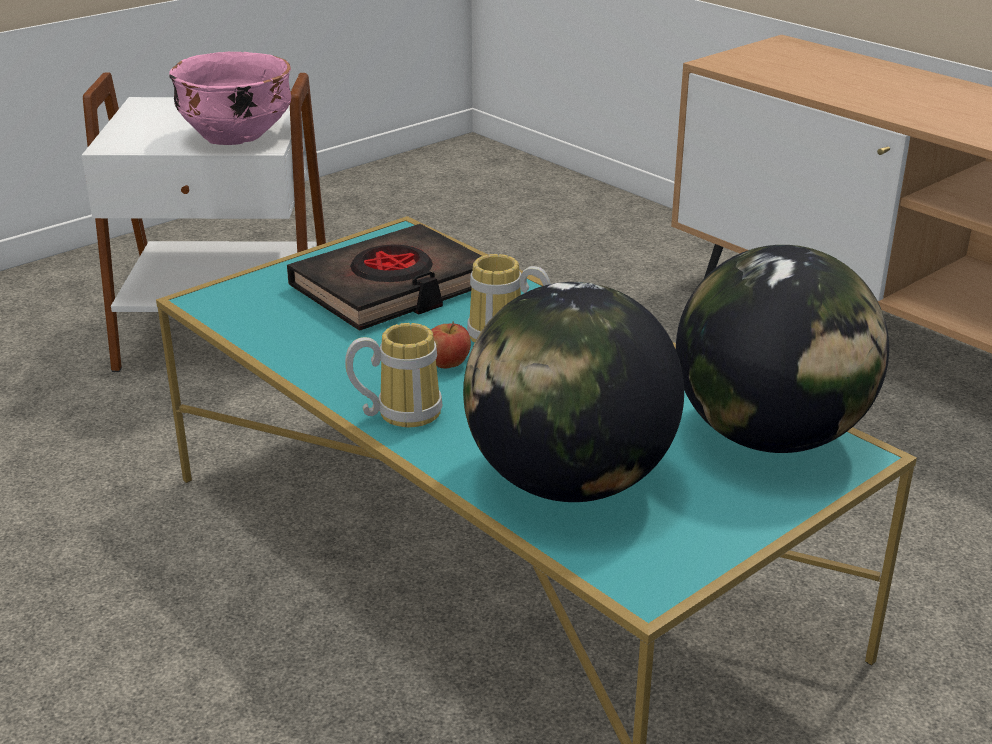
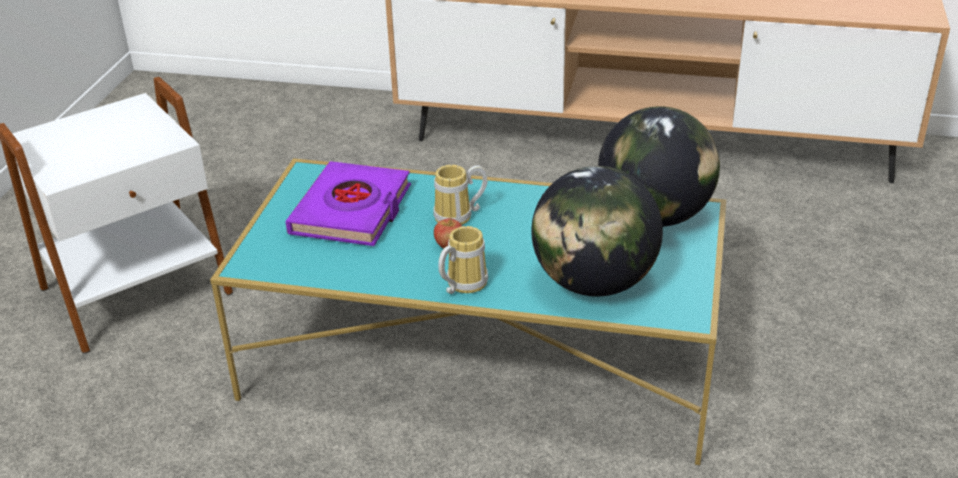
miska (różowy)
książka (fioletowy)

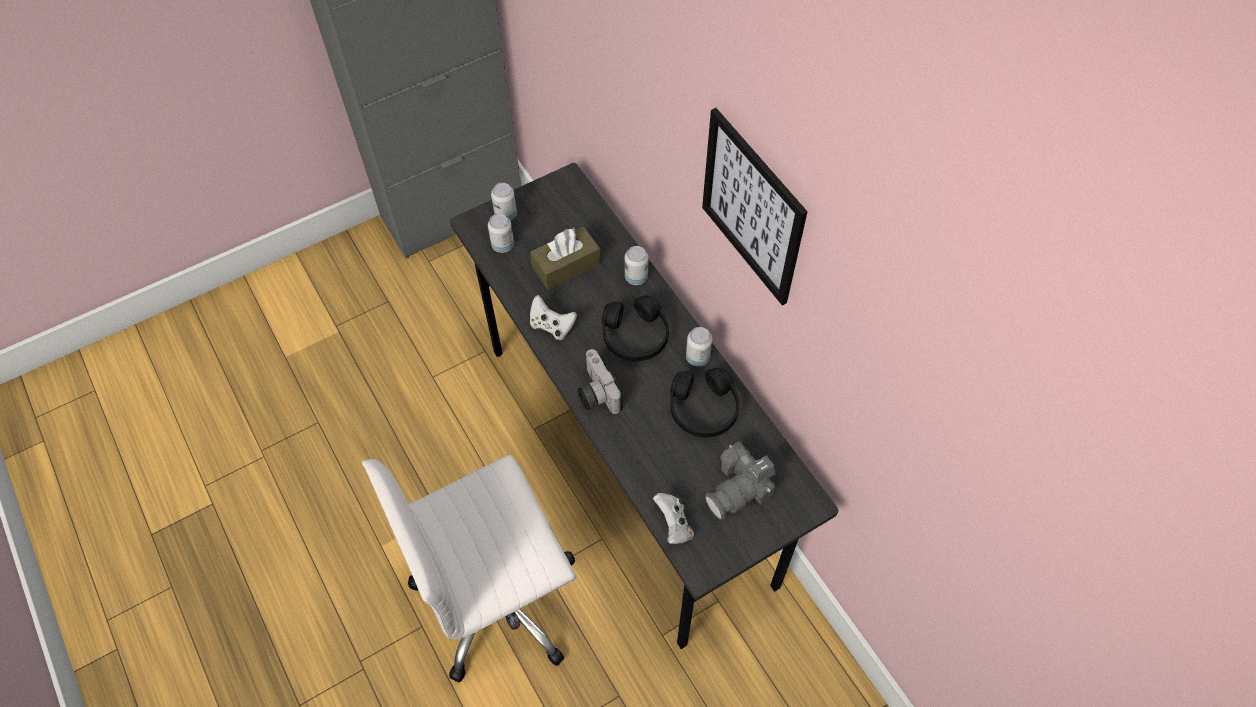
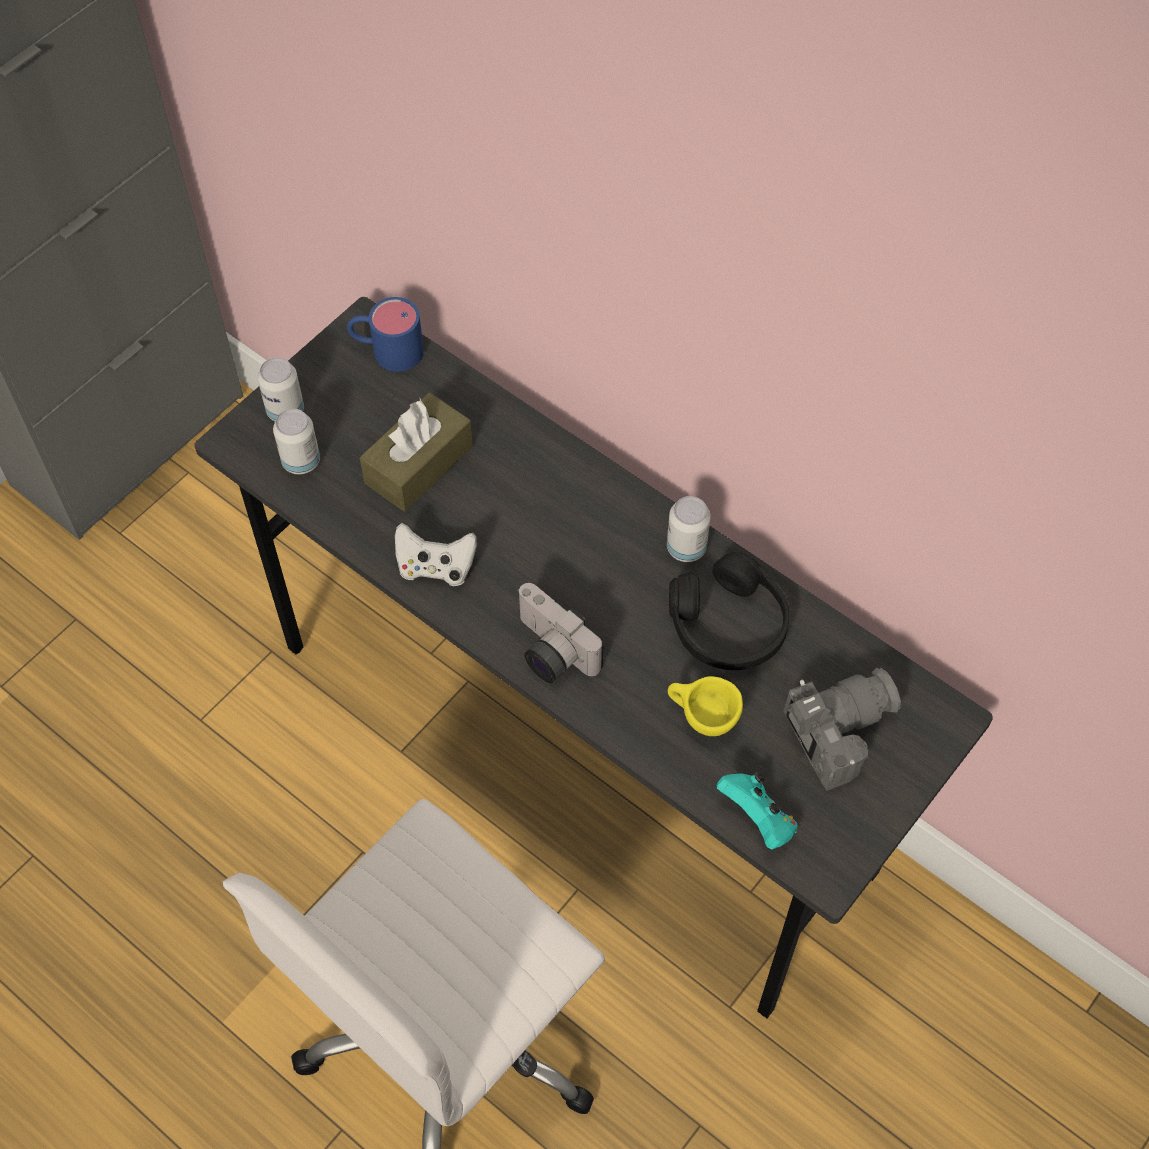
słuchawki (czarny) (no. 1 from left in the first image)
puszka (no. 3 from left in the first image)
obraz
kubek (niebieski)
filiżanka (żółty)
pad do gier (turkusowy)
aparat fotograficzny (no. 2 from left)

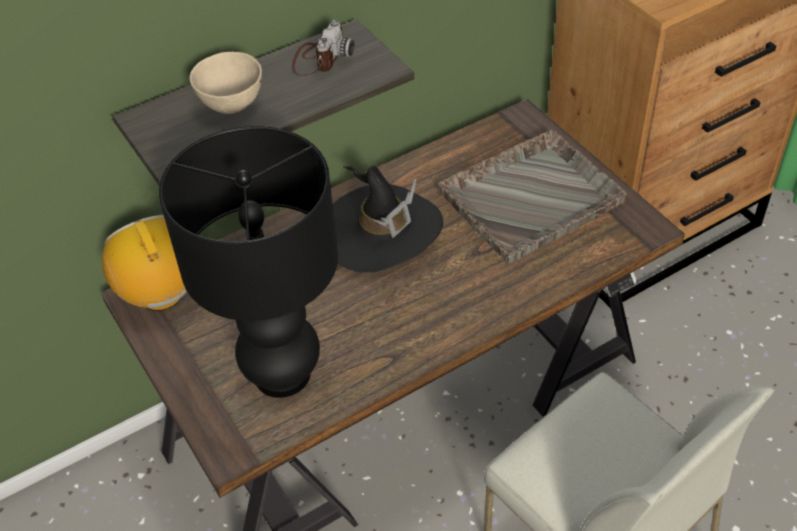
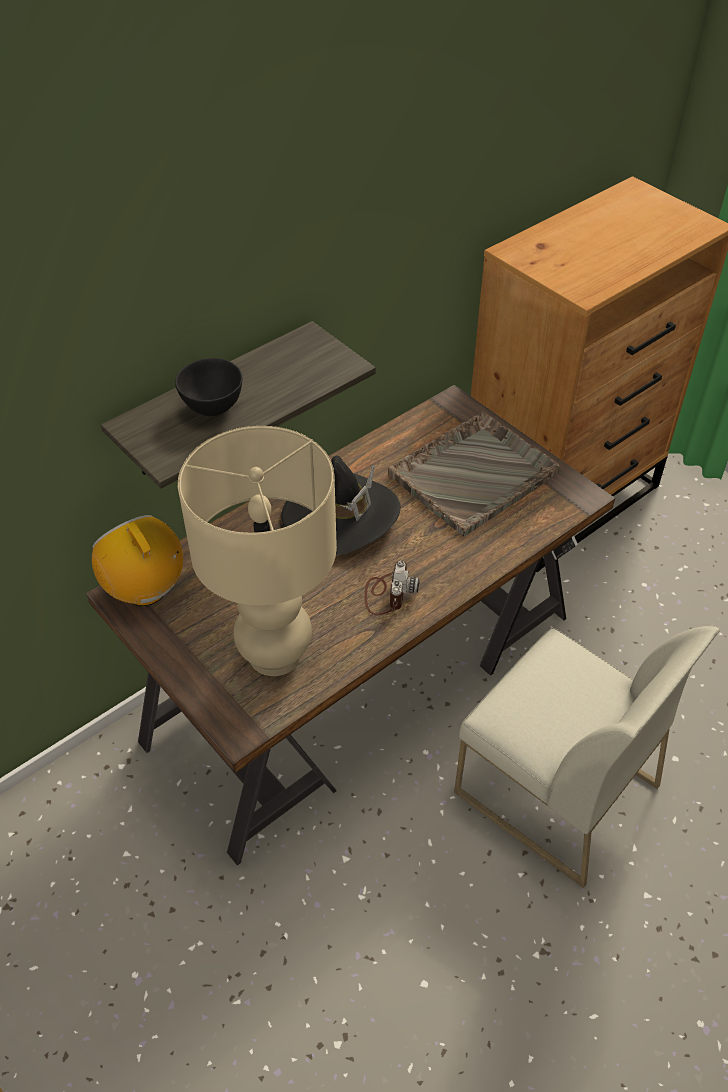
aparat fotograficzny
lampa stołowa (beżowy)
miska (czarny)

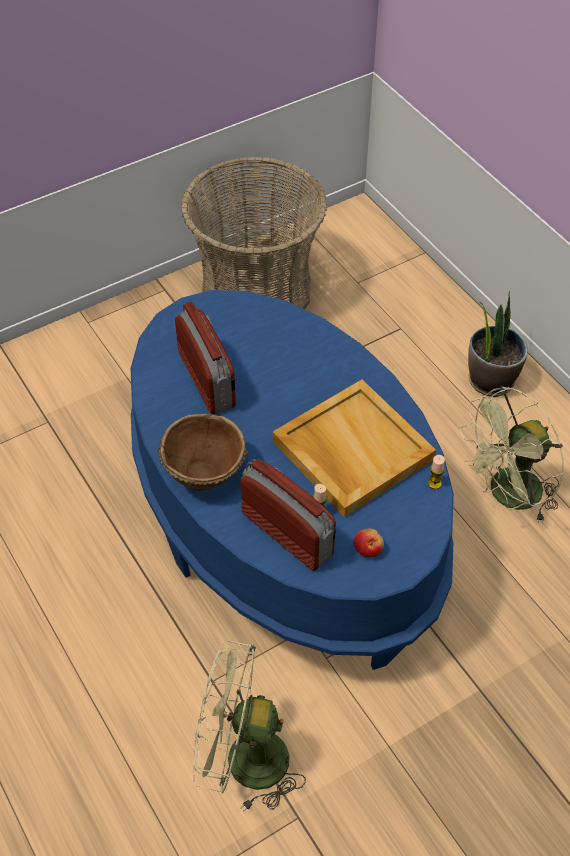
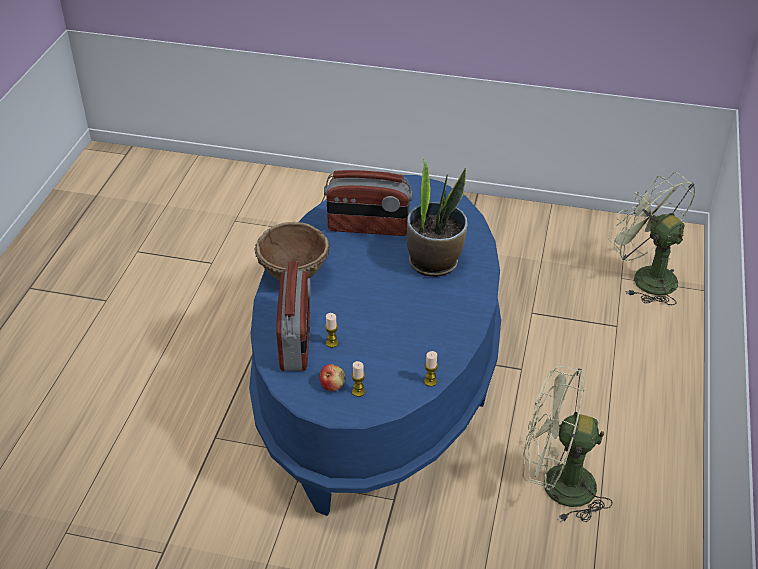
koszyk
taca (beżowy)
świeca (no. 2 from left)
wentylator (zielony) (no. 2 from left)
roślina doniczkowa
radio (no. 2 from left)

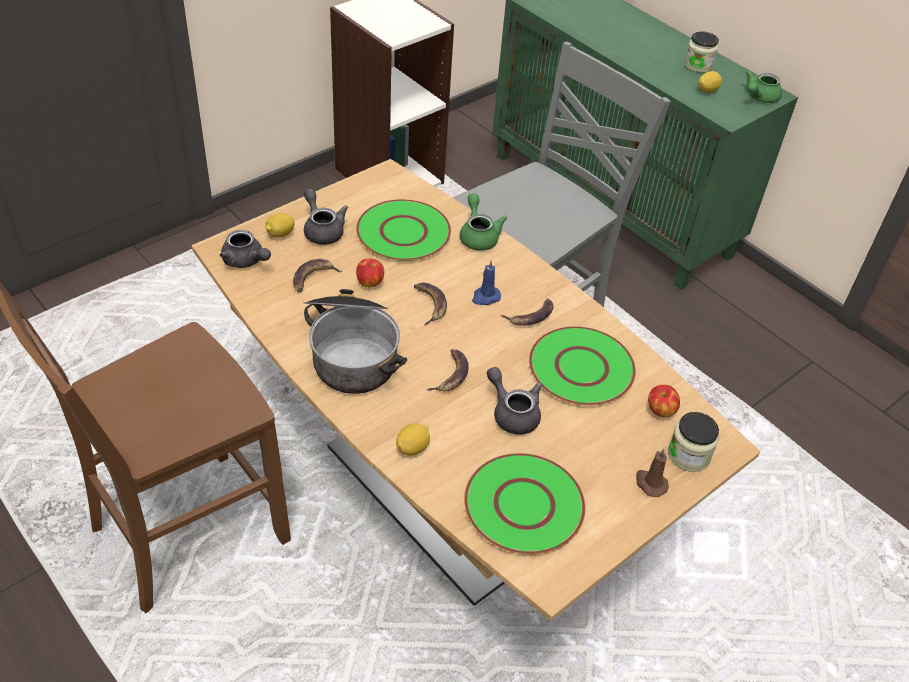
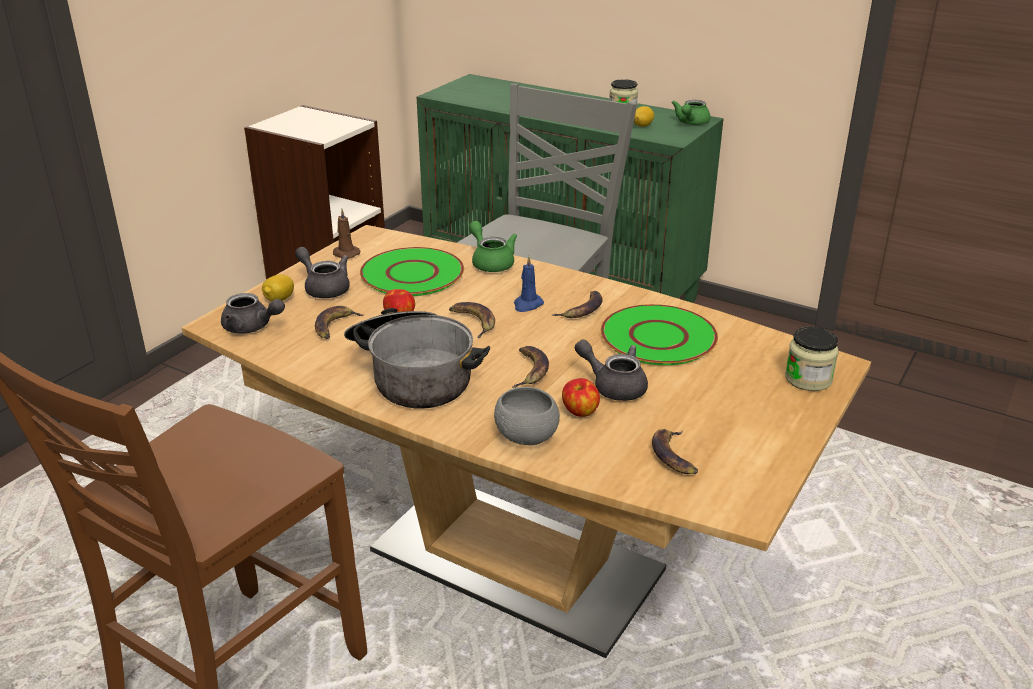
świeca (brązowy)
jabłko (no. 2 from left)
miska (szary)
banan (no. 5 from left)

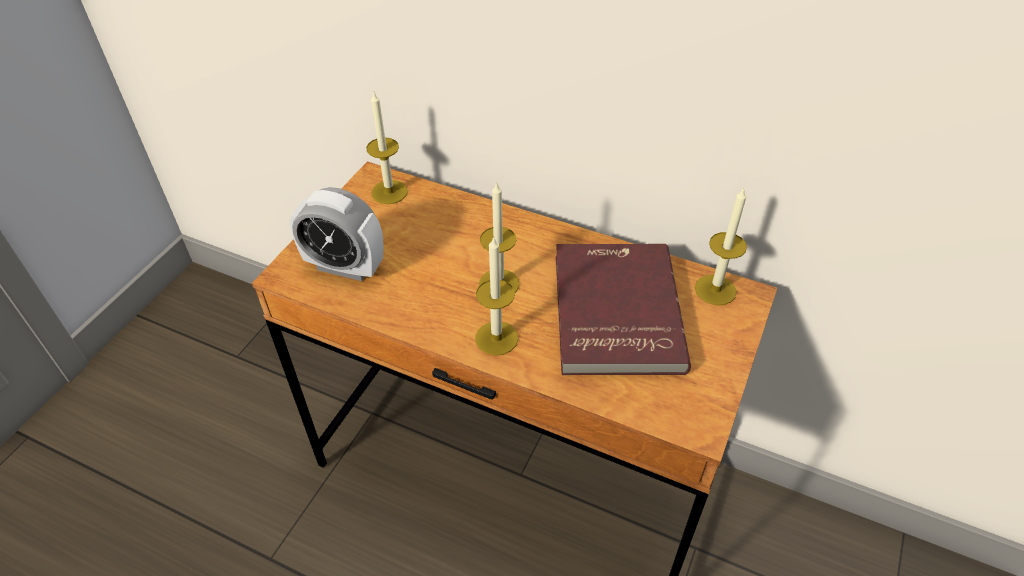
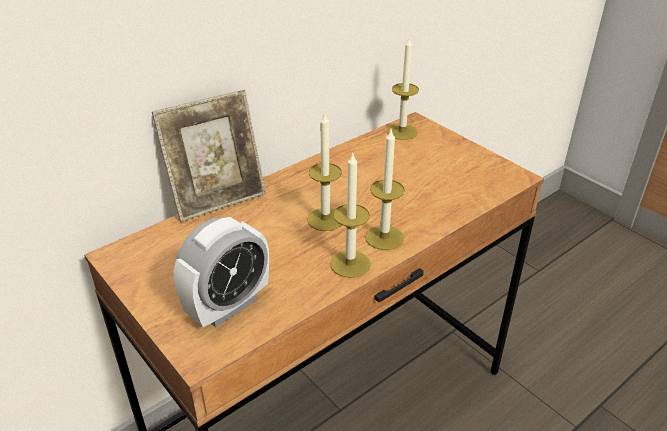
książka (czerwony)
ramka na zdjęcie
świeca (no. 2 from left)

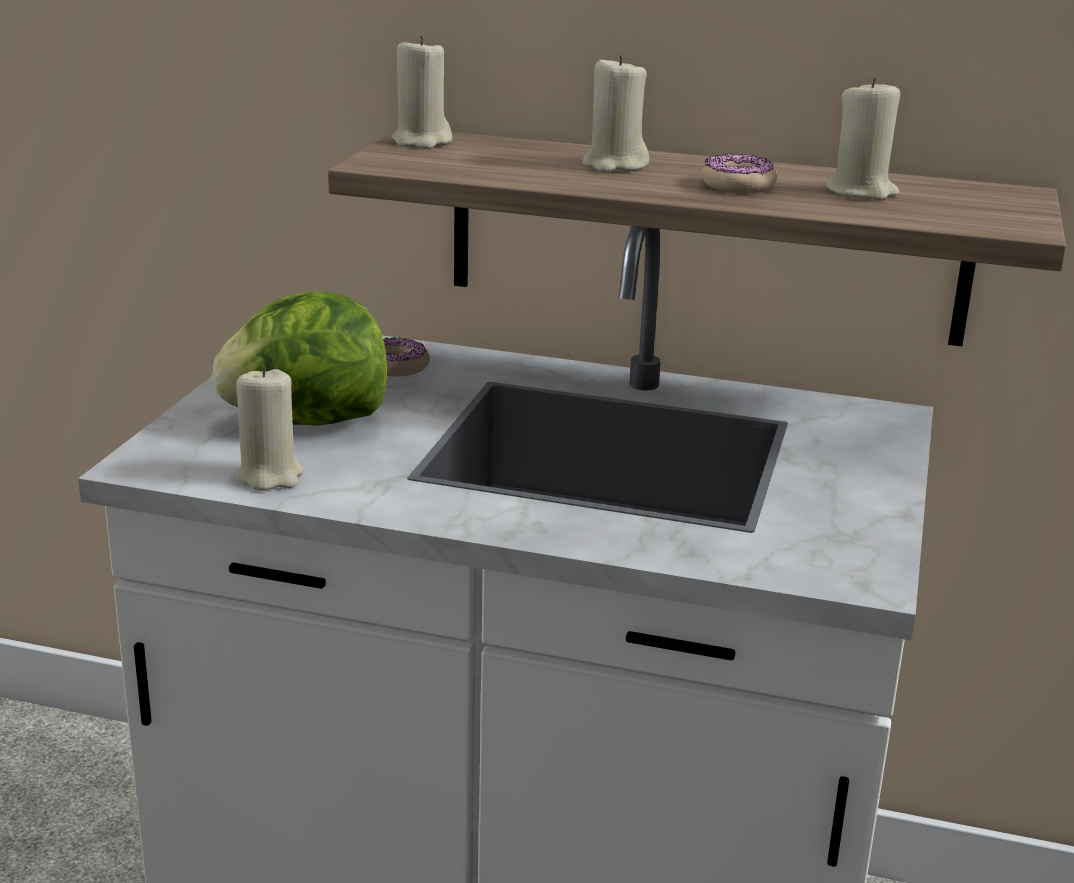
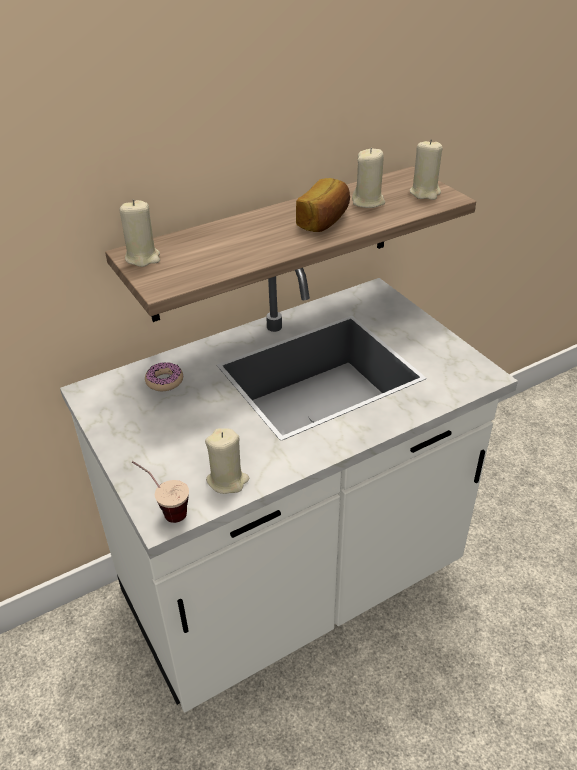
sałata
filiżanka
świeca (beżowy) (no. 4 from left)
chleb

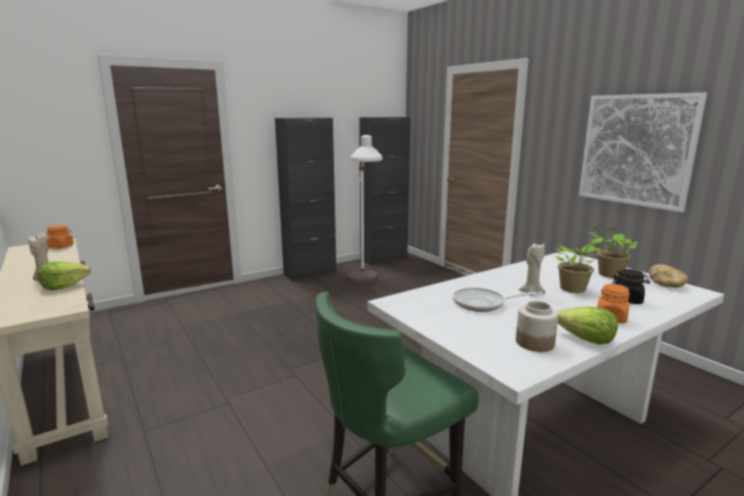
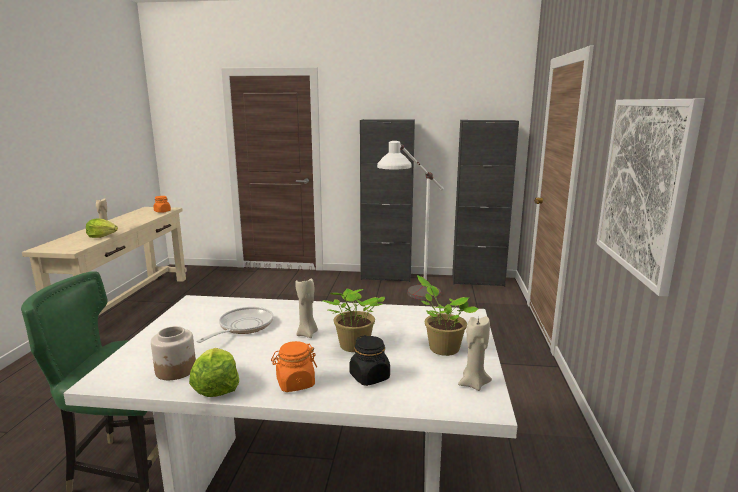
świeca (beżowy) (no. 3 from left)
patelnia

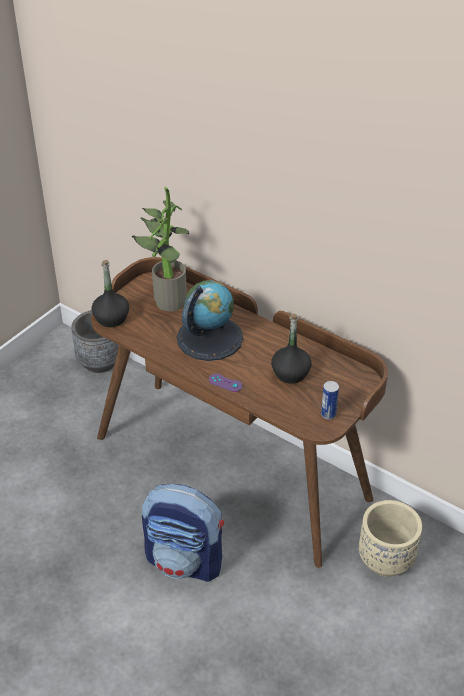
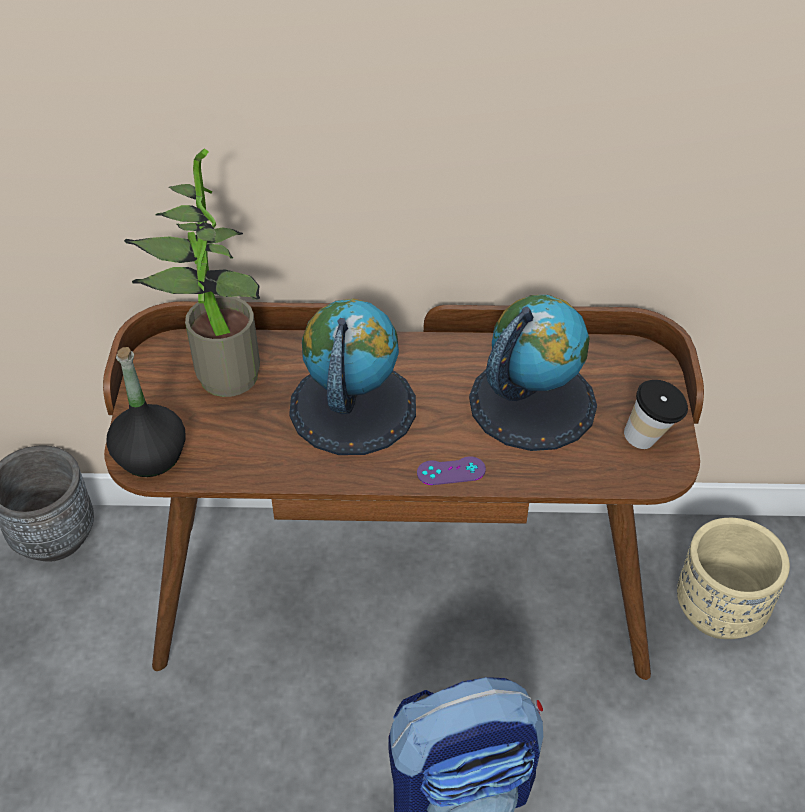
globus (no. 2 from left)
filiżanka

